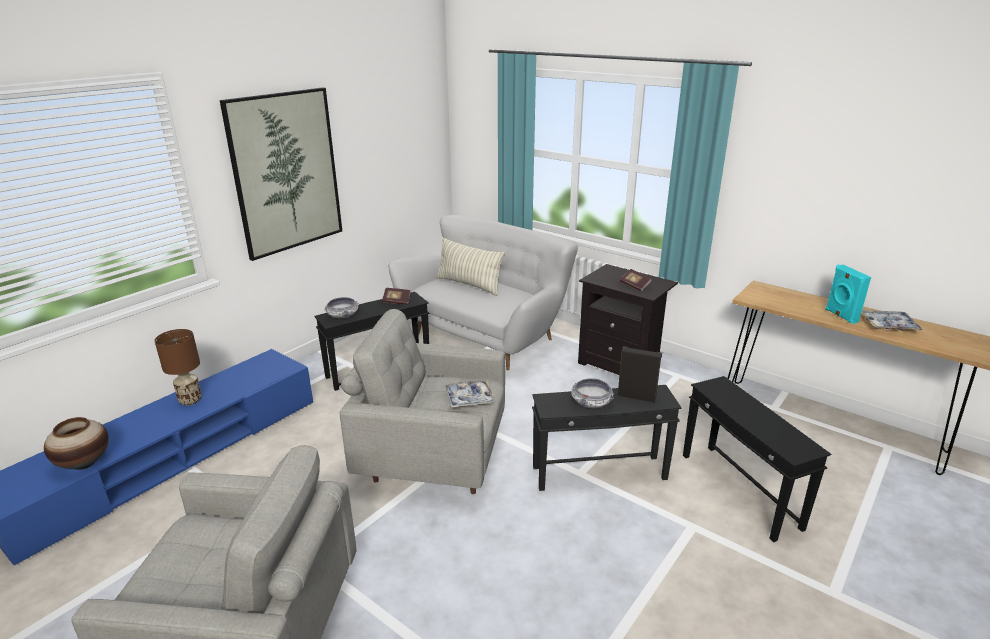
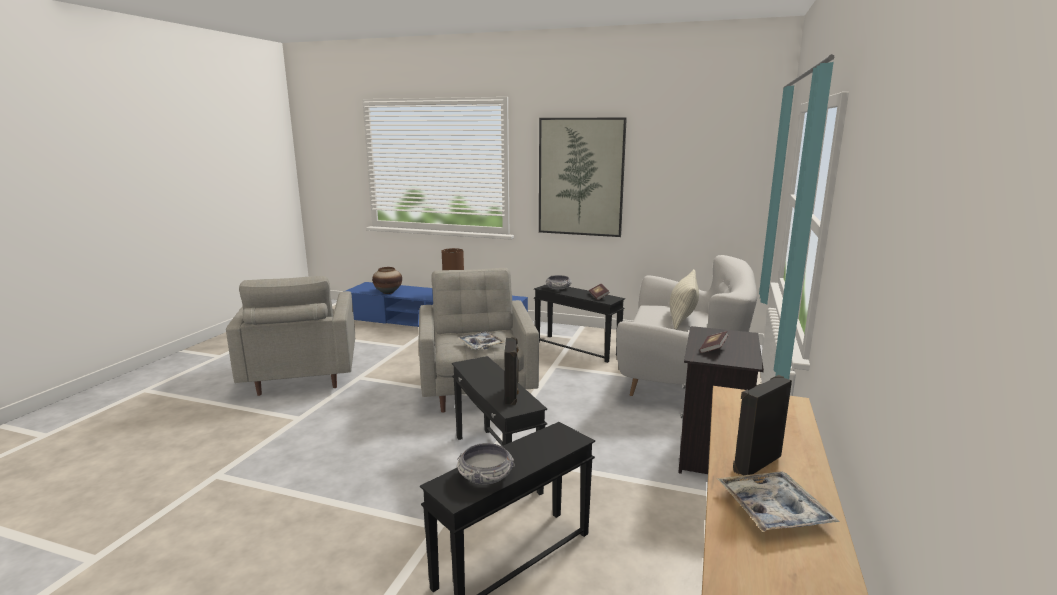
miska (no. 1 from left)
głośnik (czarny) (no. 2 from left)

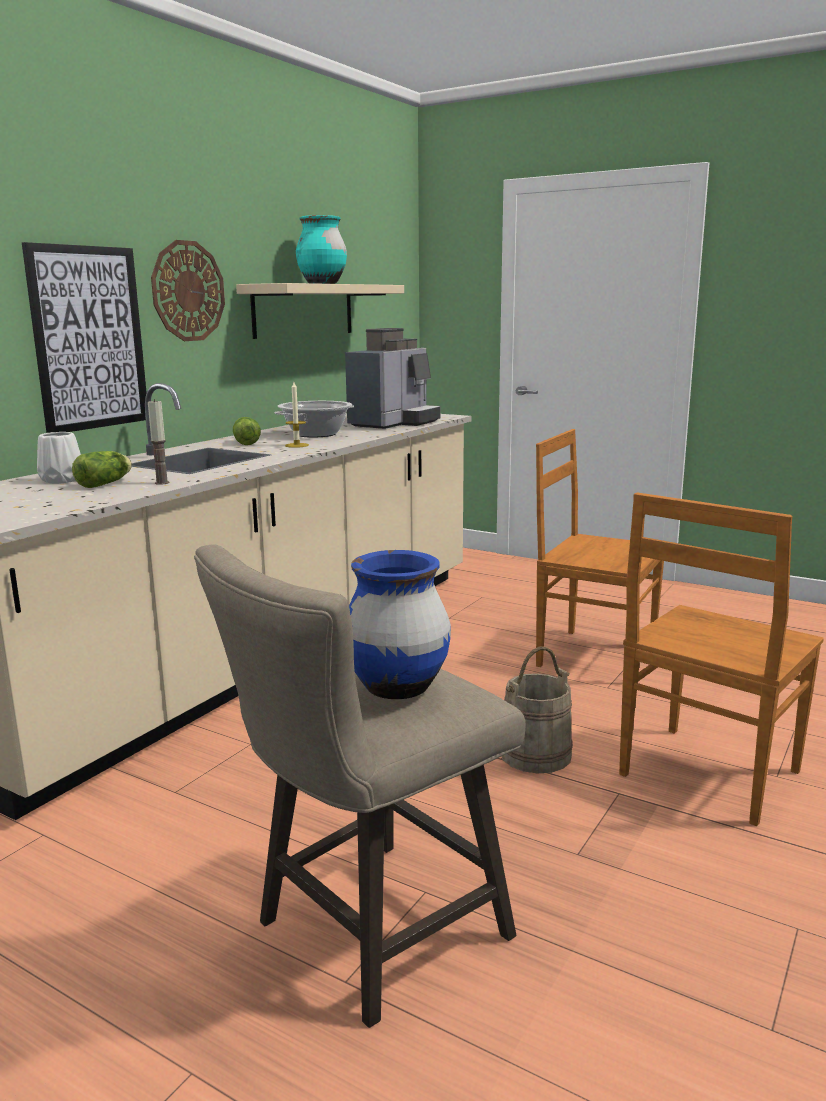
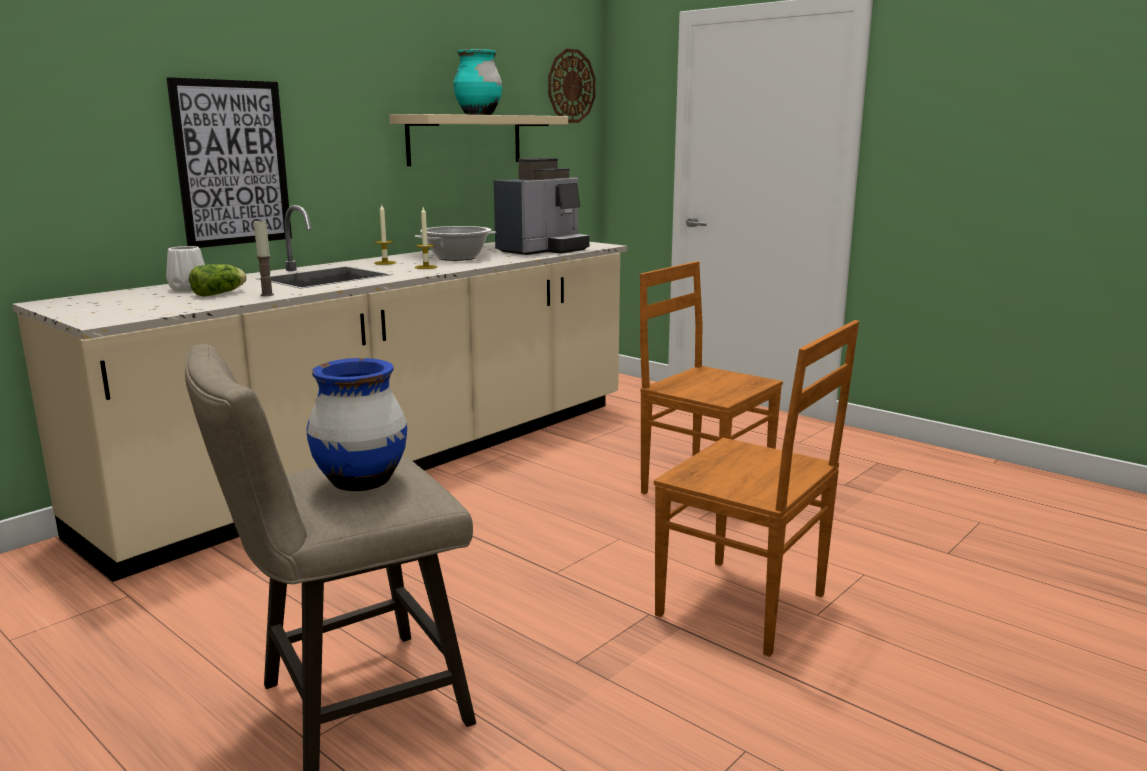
wiadro (beżowy)
zegar ścienny
świeca (no. 2 from left)
krzesło (brązowy) (no. 2 from left)

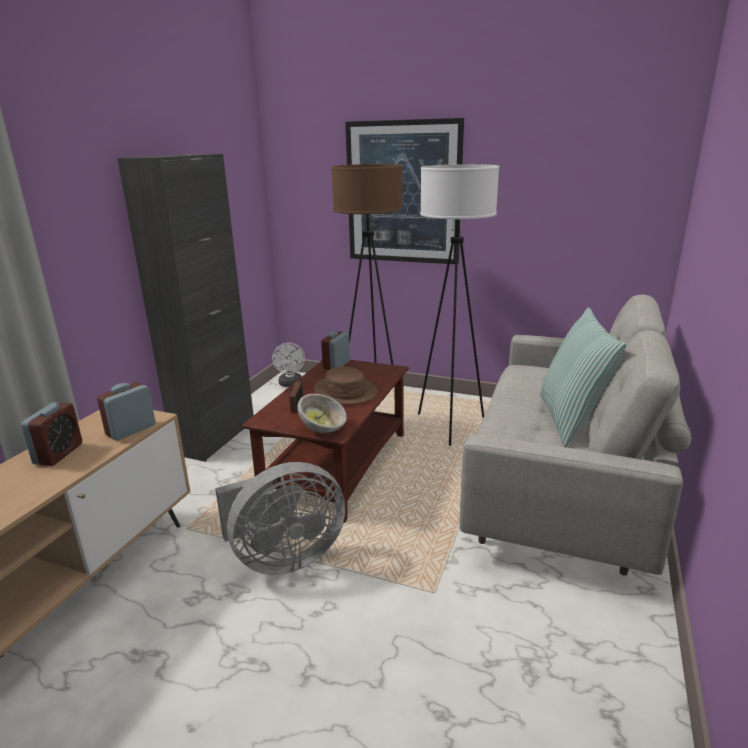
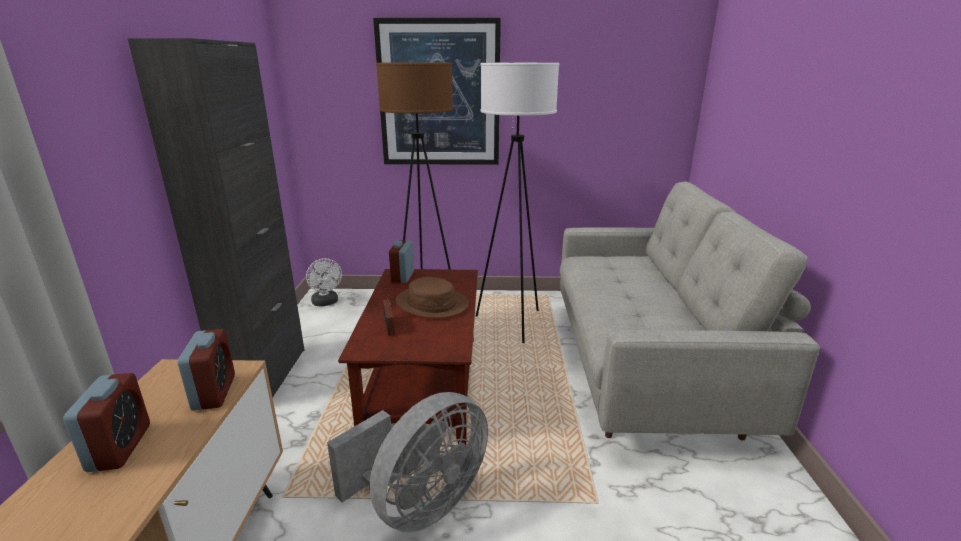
miska
poduszka
budzik (no. 2 from left)

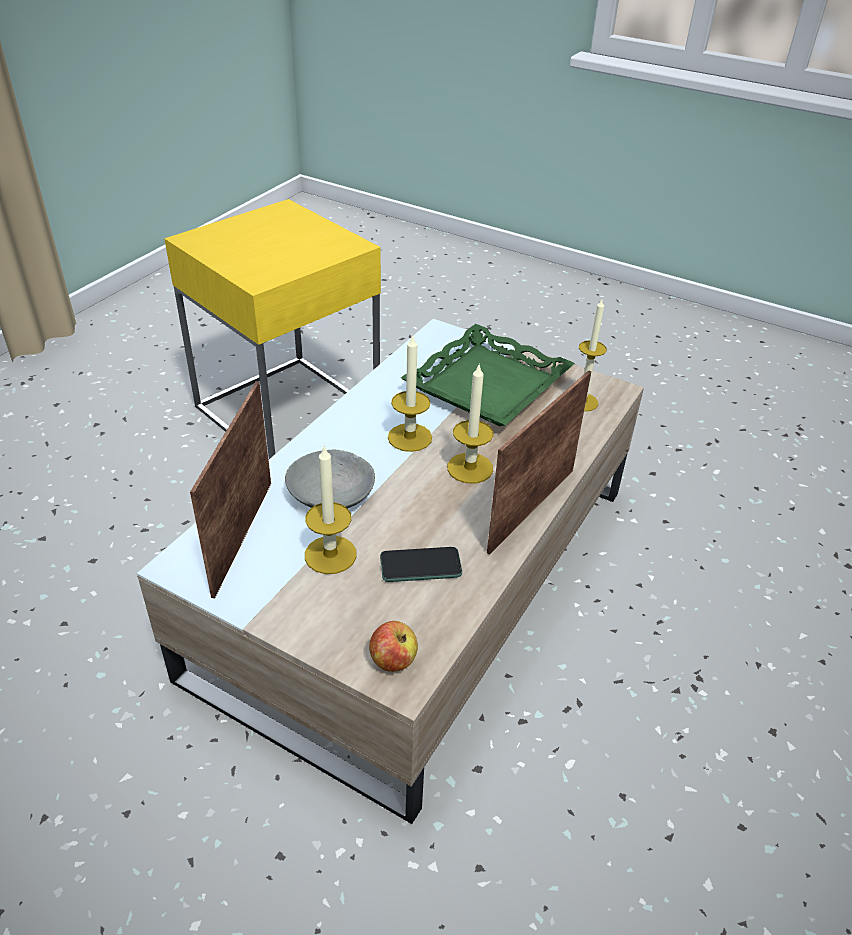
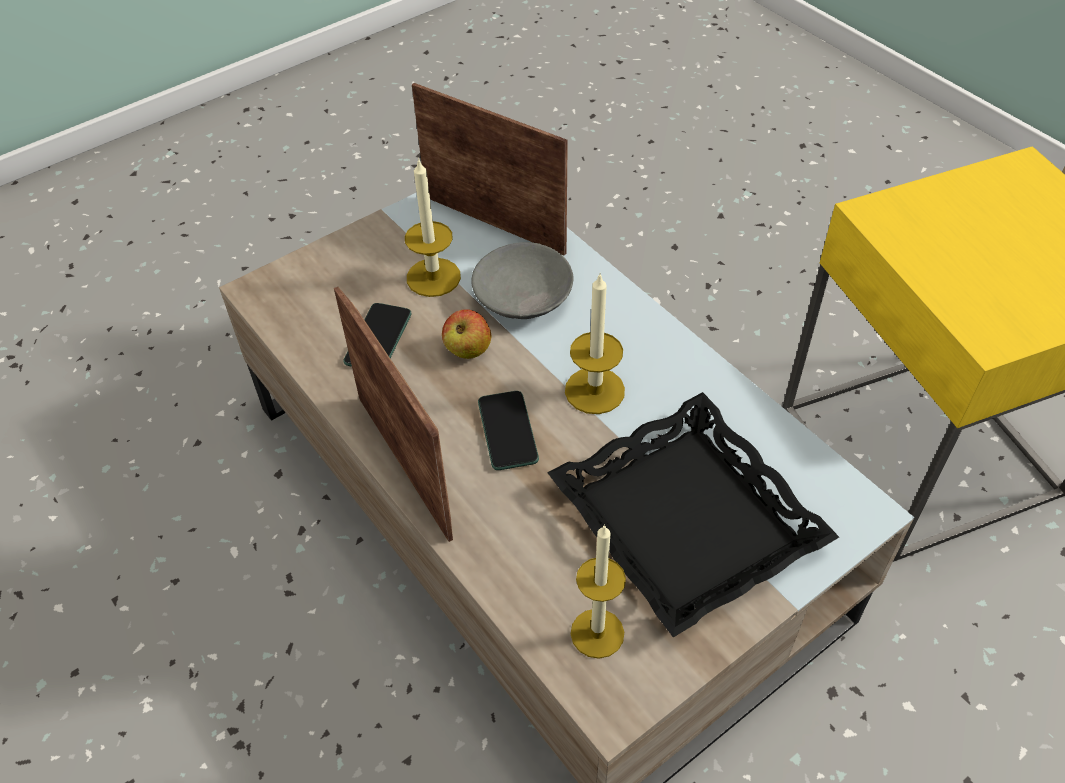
jabłko
telefon (no. 2 from left)
taca (czarny)

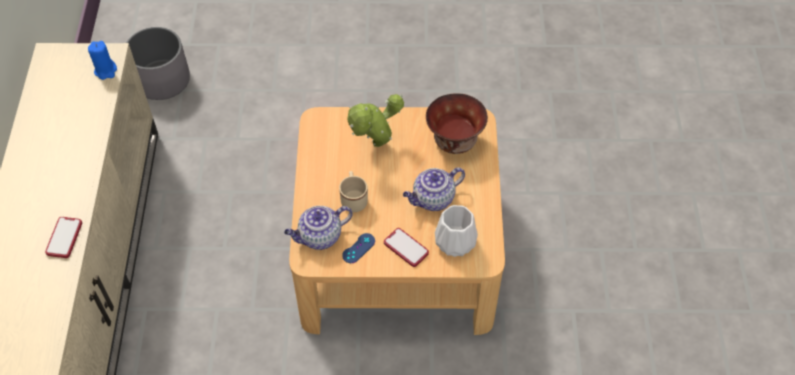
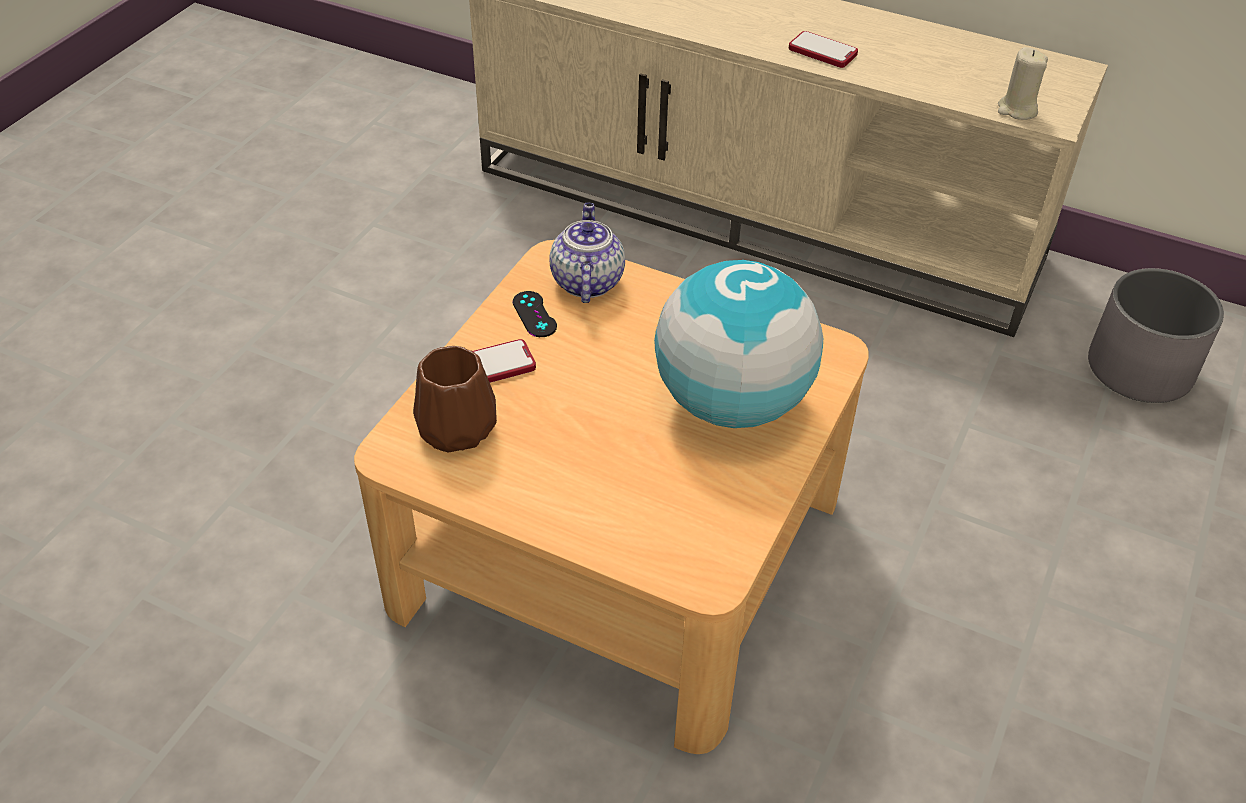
kubek (beżowy)
imbryk (no. 2 from left in the first image)
miska
telefon (no. 2 from left)
globus
świeca (beżowy)
pad do gier (czarny)
wazon (brązowy)

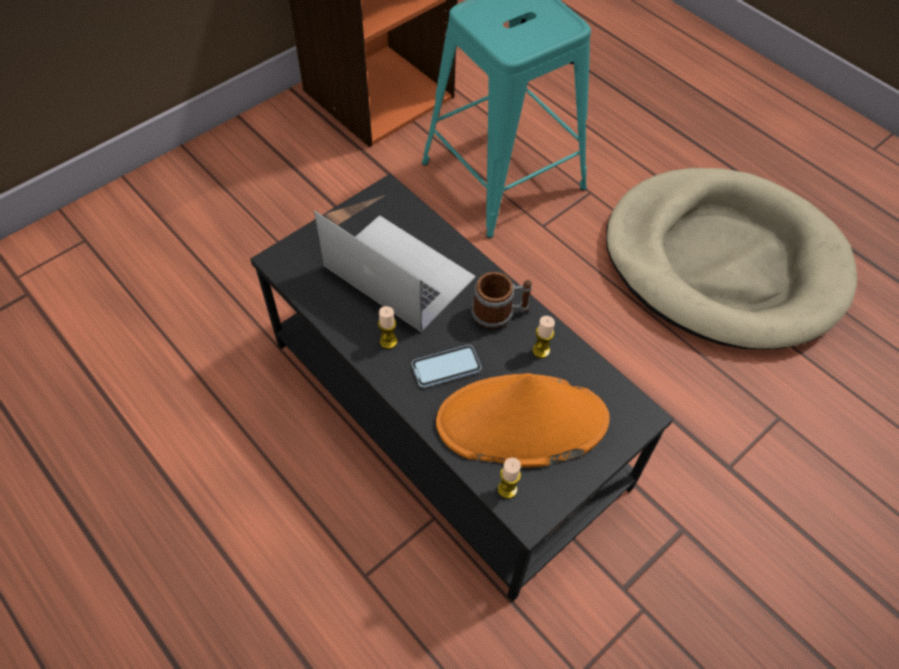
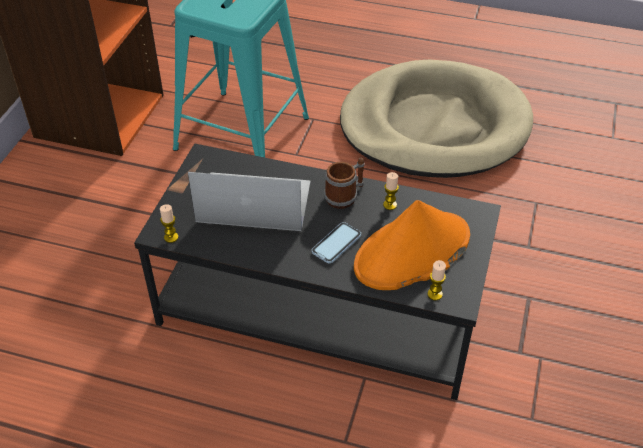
świeca (no. 1 from left)

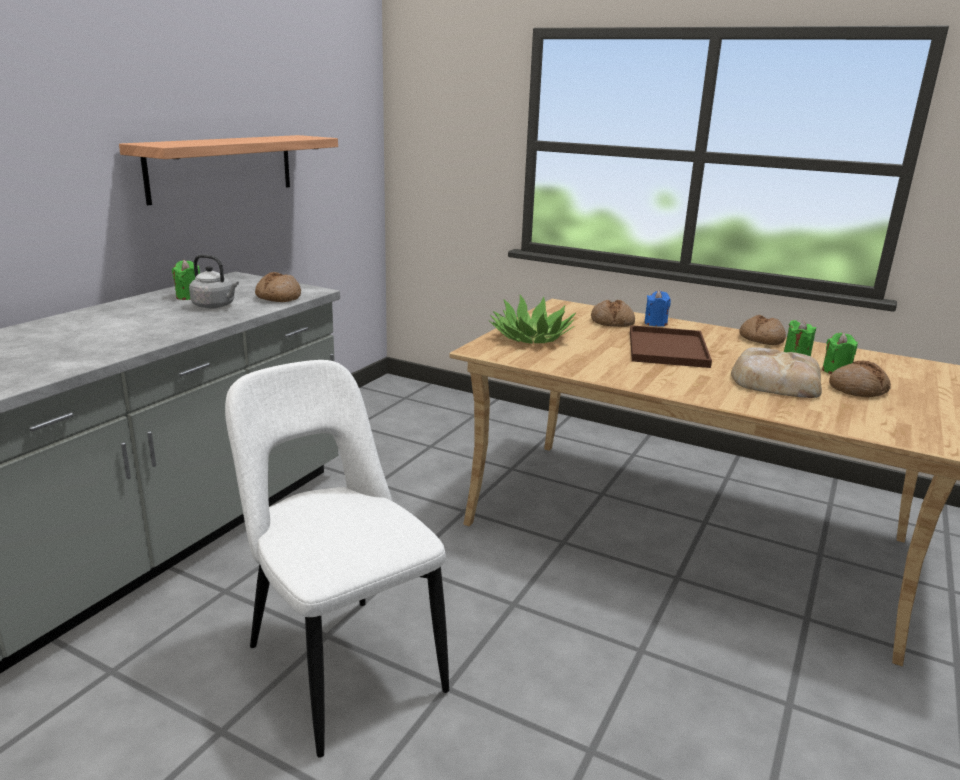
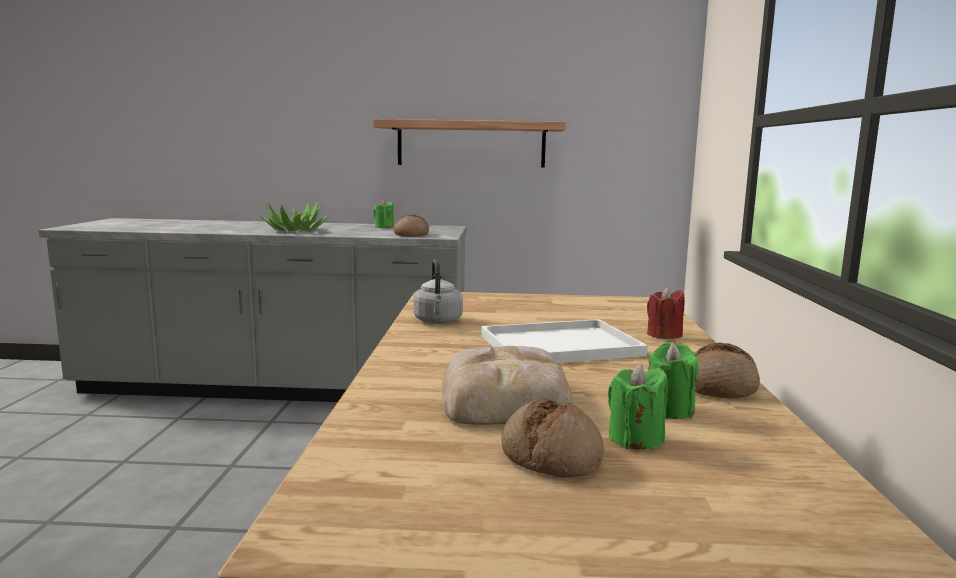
krzesło (biały)
chleb (no. 2 from left in the first image)
czajnik (szary)
roślina doniczkowa
taca (biały)
świeca (czerwony)

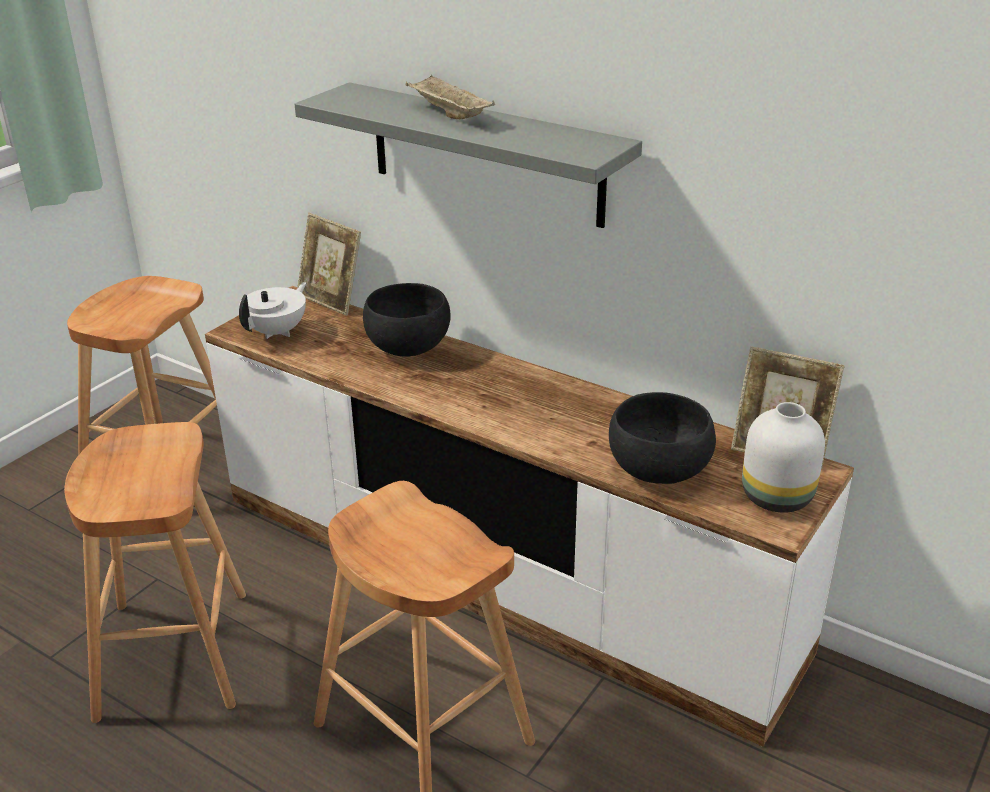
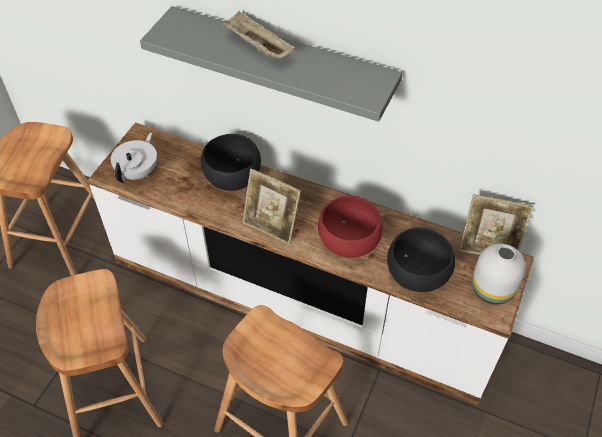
miska (czerwony)
ramka na zdjęcie (no. 1 from left)

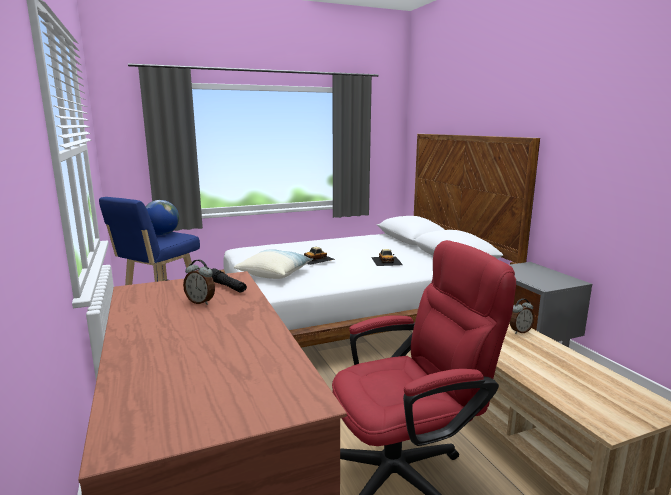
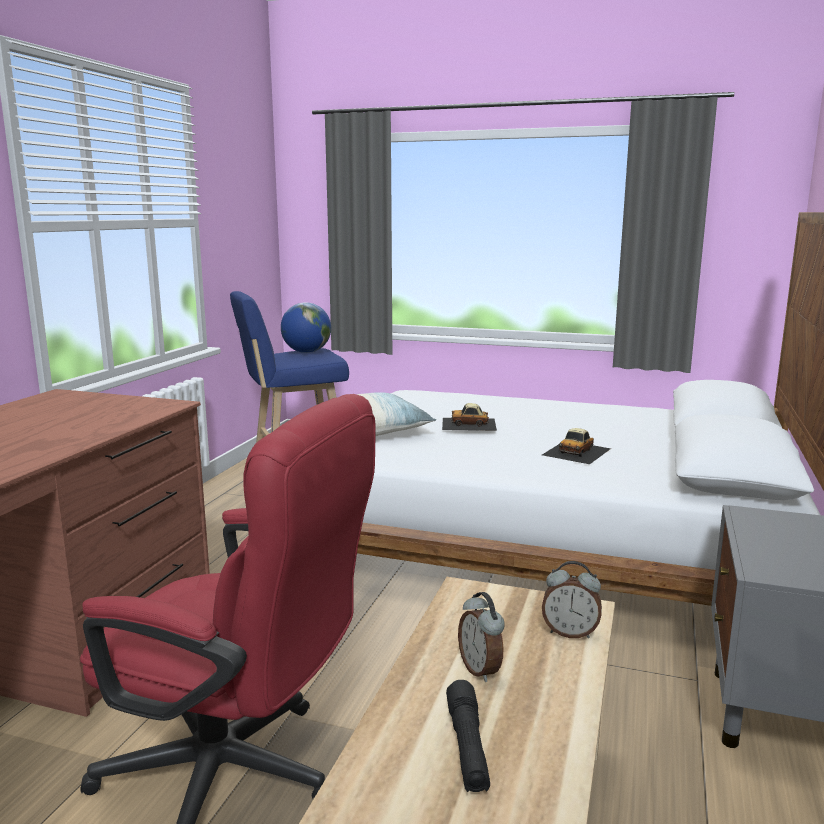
budzik (no. 1 from left)
latarka (czarny)

